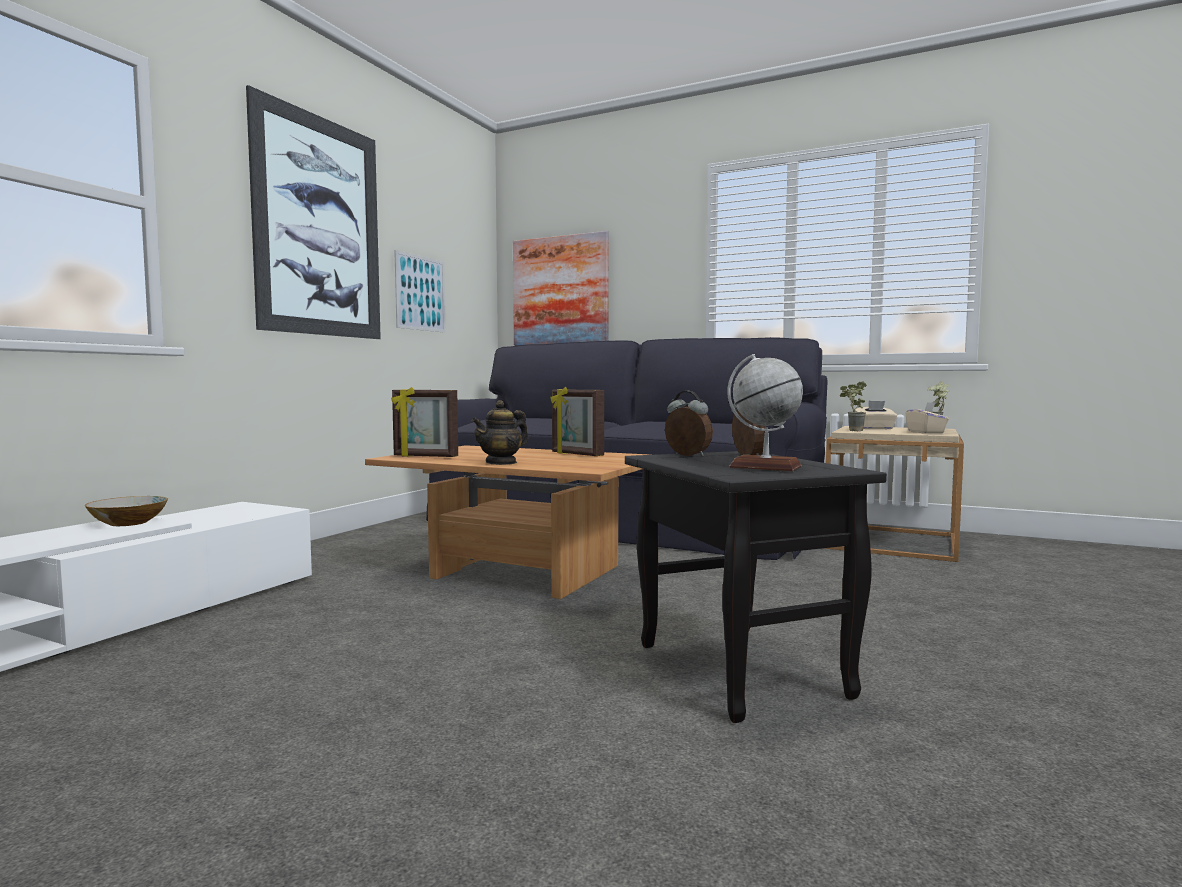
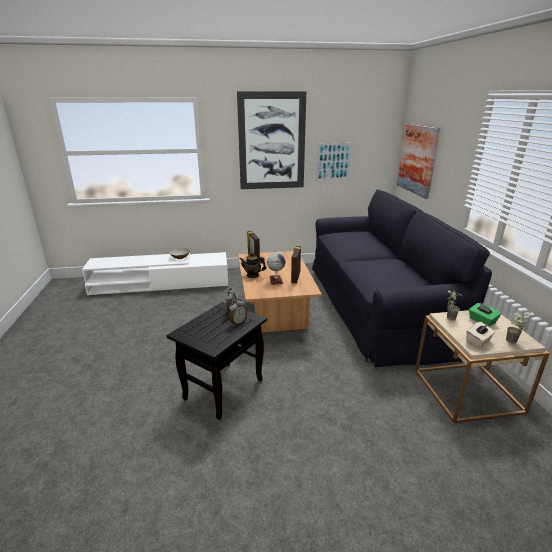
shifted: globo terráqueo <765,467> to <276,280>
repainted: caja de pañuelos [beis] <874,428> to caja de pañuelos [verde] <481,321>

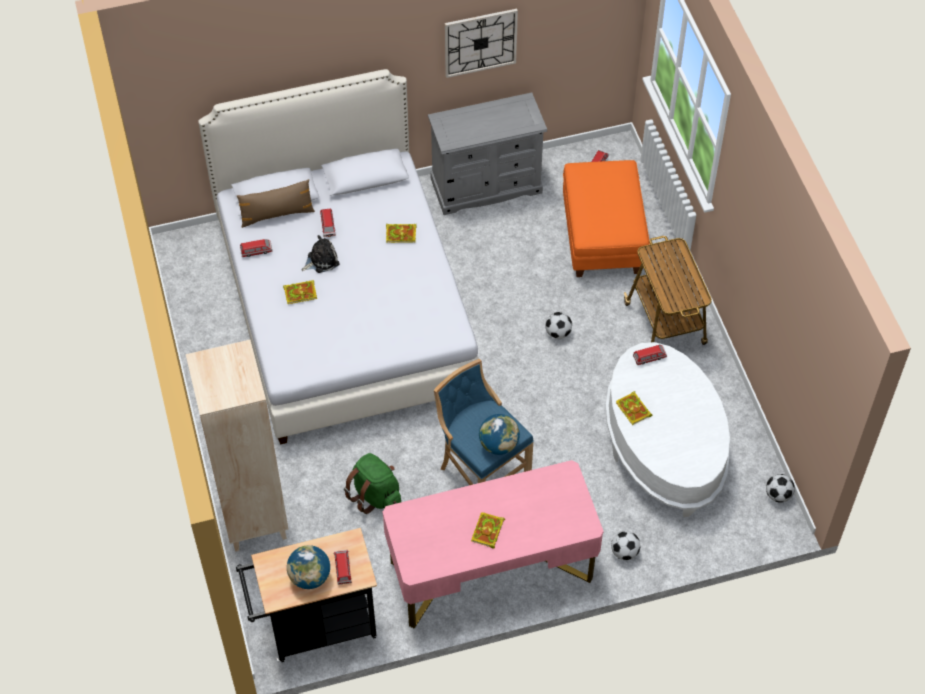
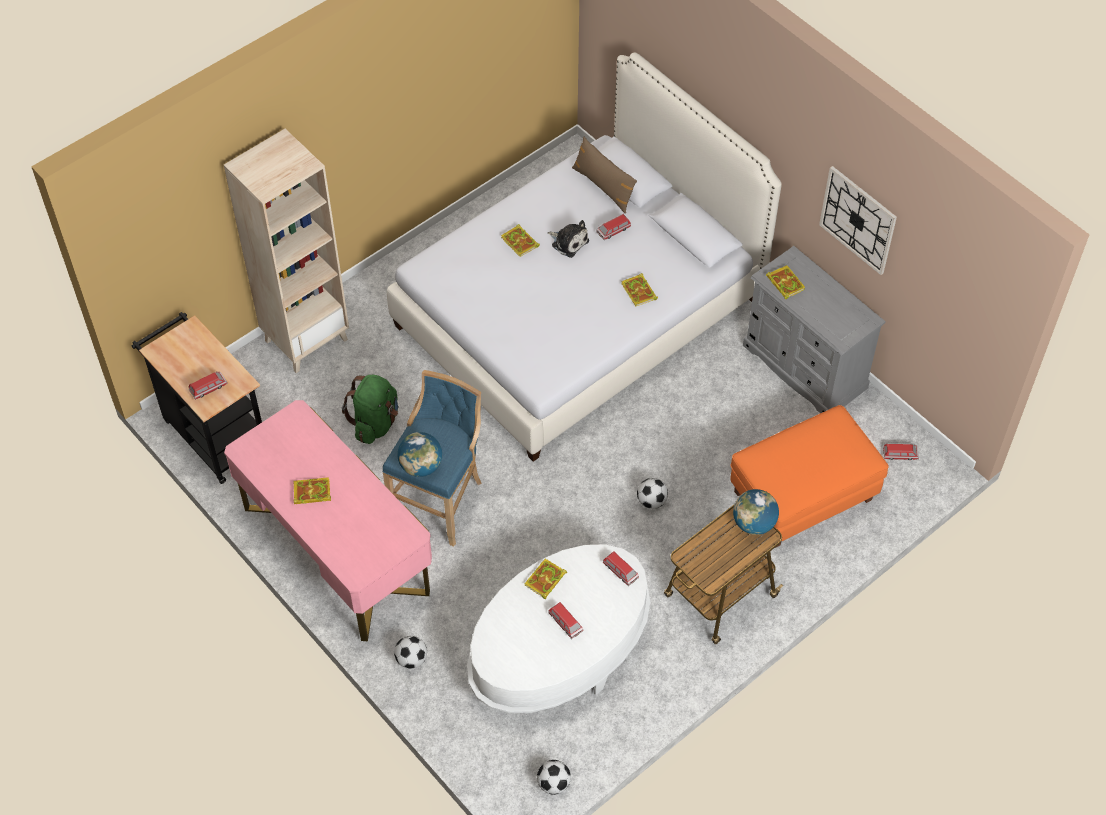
new: libro <784,283>
shifted: coche de juguete <256,251> to <565,623>; globo terráqueo <310,577> to <754,523>

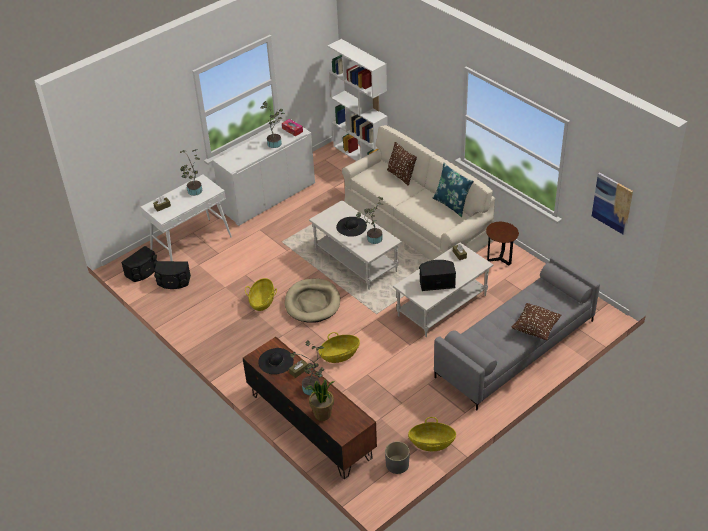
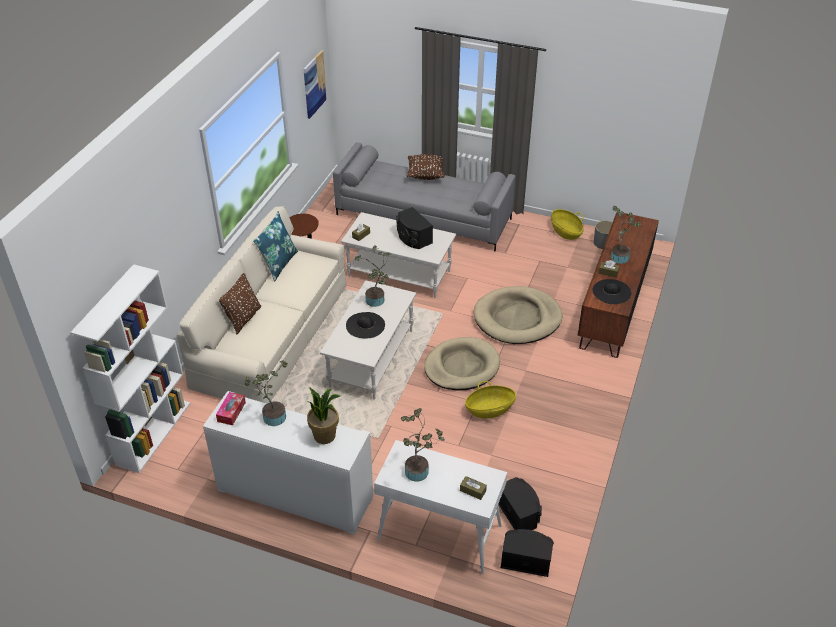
shifted: planta en maceta <322,414> to <325,435>
swapped: cesta <339,355> to cama para perro [beis] <517,318>

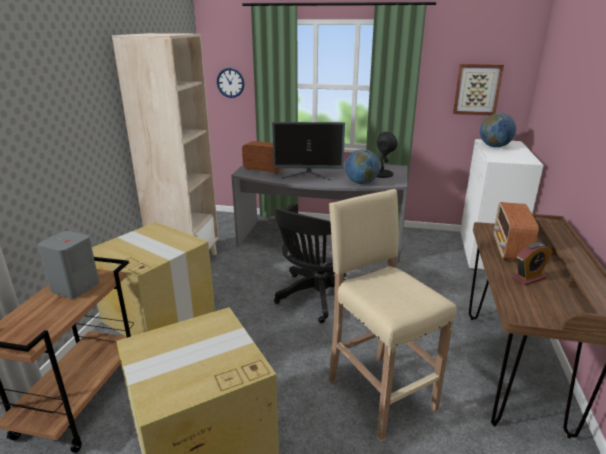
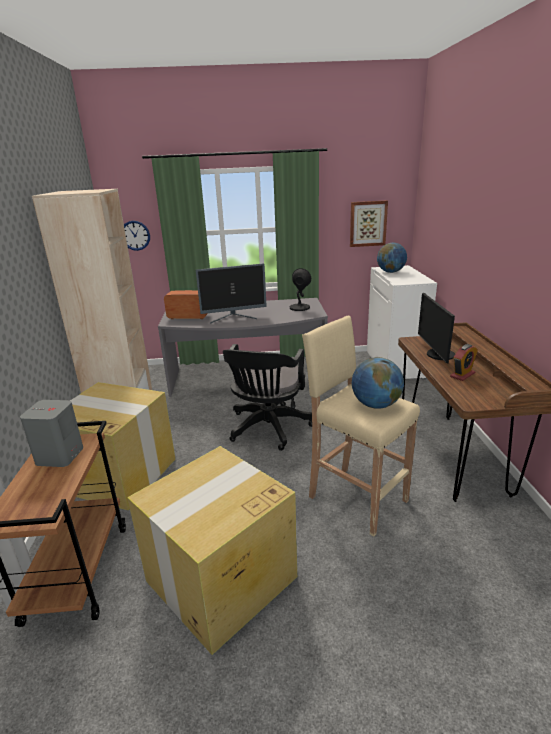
shifted: globo terráqueo <361,183> to <376,405>
swapped: radio <510,249> to monitor <437,355>

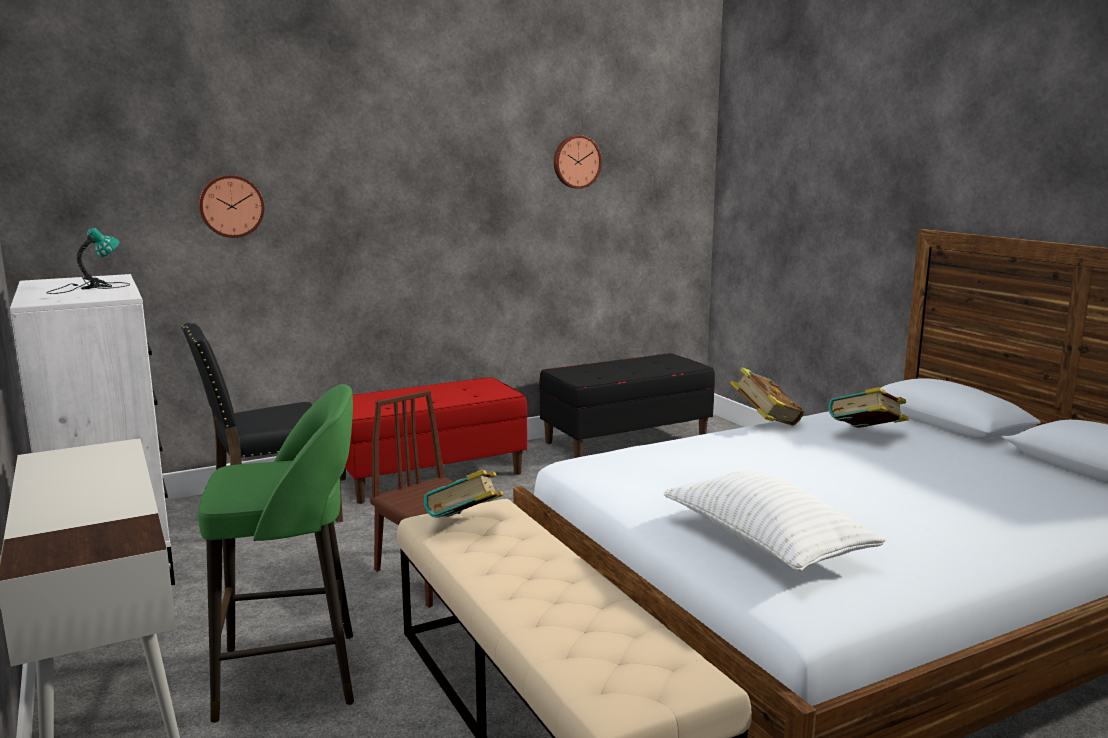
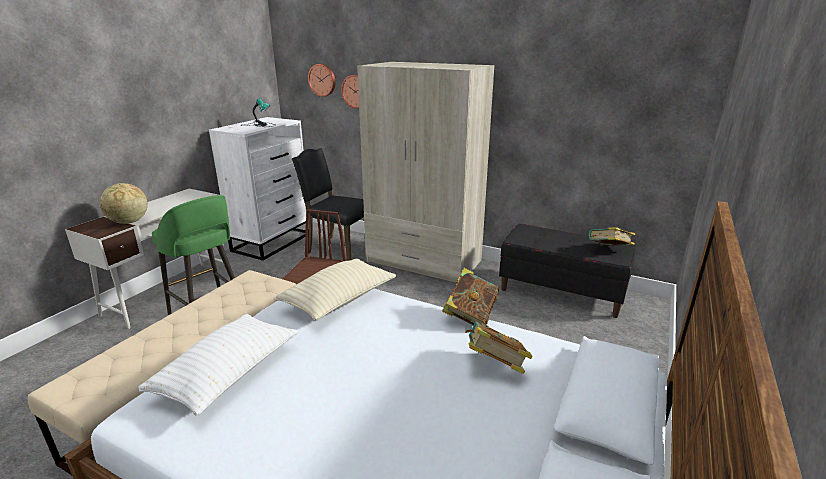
new: globo terráqueo <128,222>; cojín [beis] <339,300>
shifted: libro <465,526> to <608,250>; reloj de pared <576,162> to <322,80>
swapped: banco [rojo] <430,476> to armario ropero [beis] <424,261>

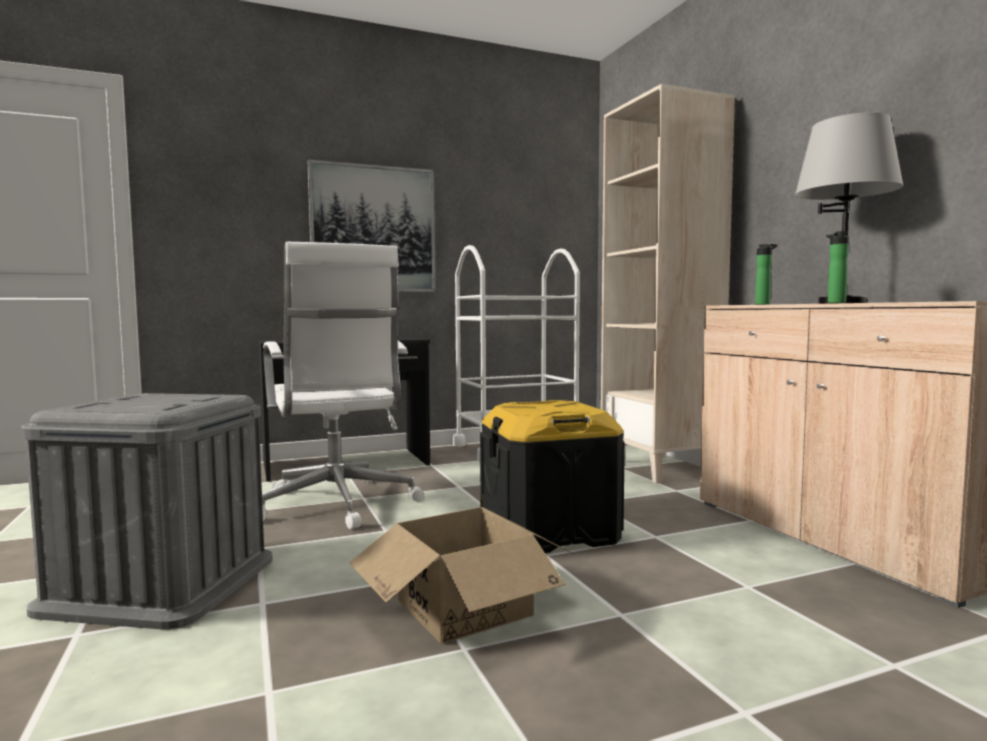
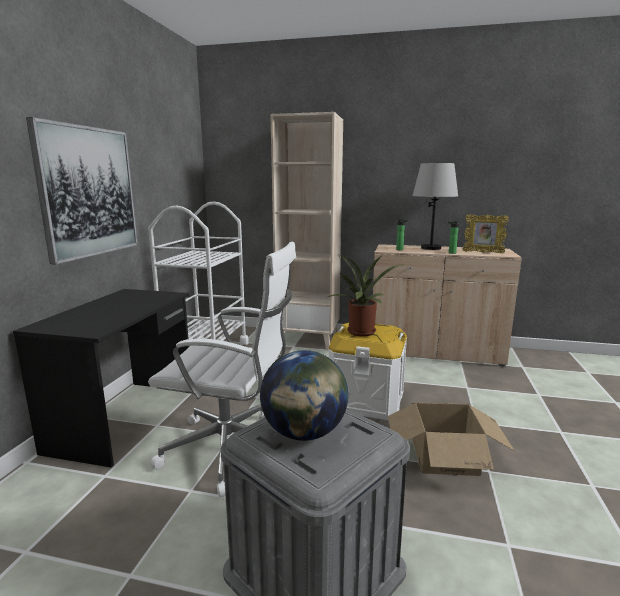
new: globo terráqueo <304,433>; planta en maceta <362,333>; portarretratos <483,252>
repainted: caja de almacenaje [negro] <549,531> to caja de almacenaje [blanco] <366,400>

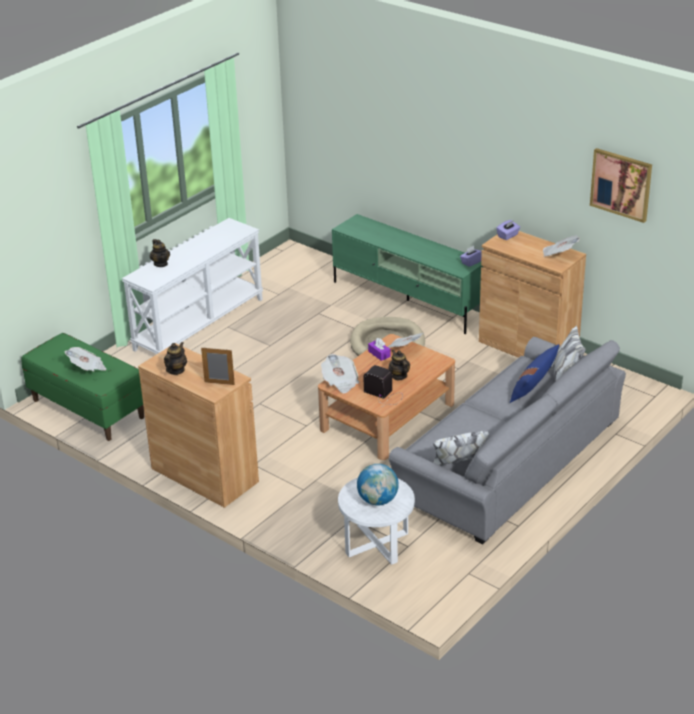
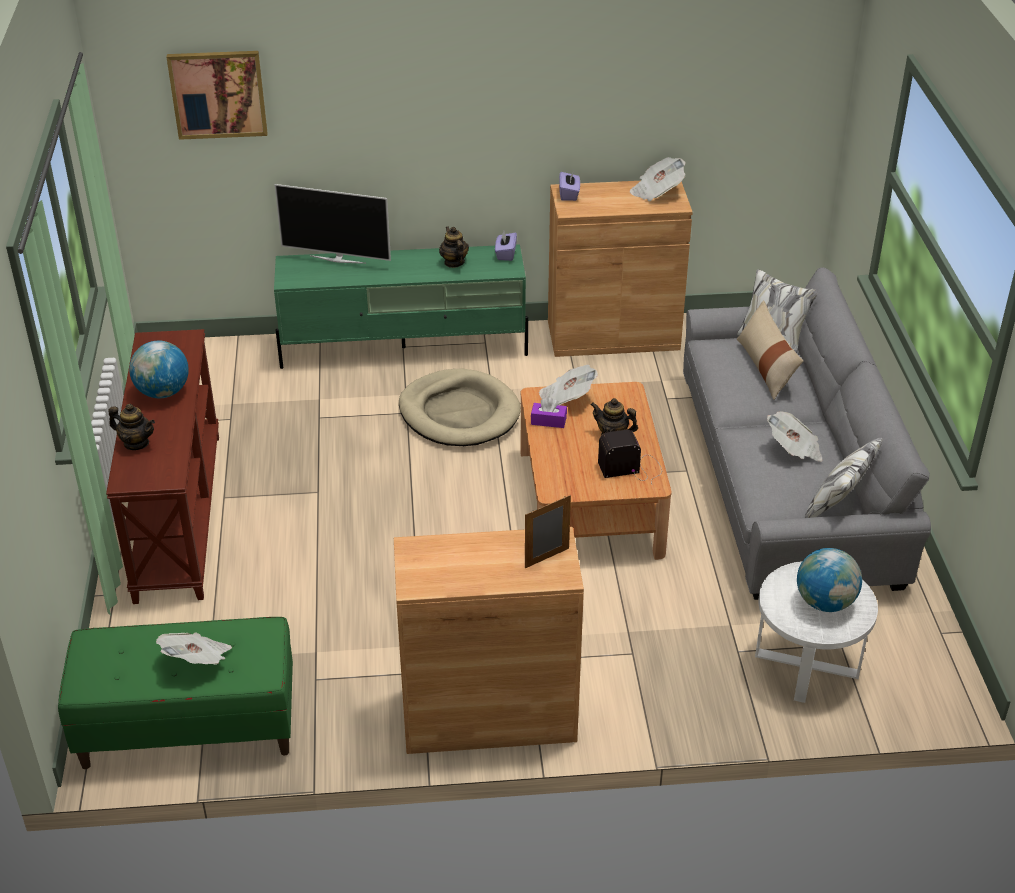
new: globo terráqueo <163,392>; televisor <338,259>
shifted: tetera <176,370> to <454,262>; periódico <340,382> to <794,450>; cuadro <621,184> to <218,94>
repainted: mesa consola [blanco] <198,324> to mesa consola [marrón] <177,515>; cojín [azul] <533,386> to cojín [beis] <766,367>

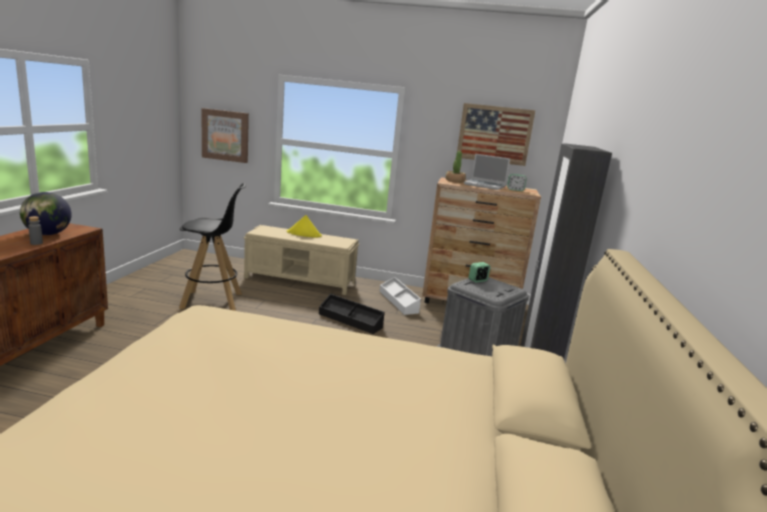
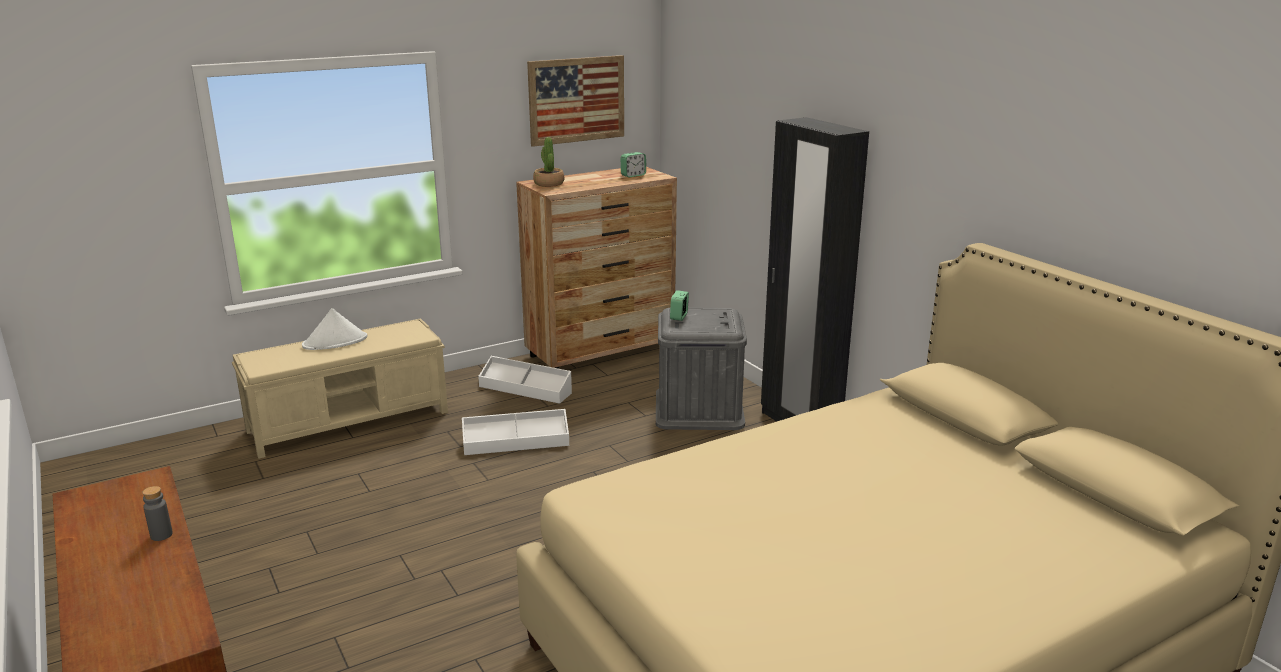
gone: globo terráqueo <48,234>; taburete [negro] <212,301>; cuadro <225,135>; portátil <485,186>
repainted: sombrero [amarillo] <304,234> to sombrero [blanco] <335,342>; caja de almacenaje [negro] <350,320> to caja de almacenaje [blanco] <516,443>

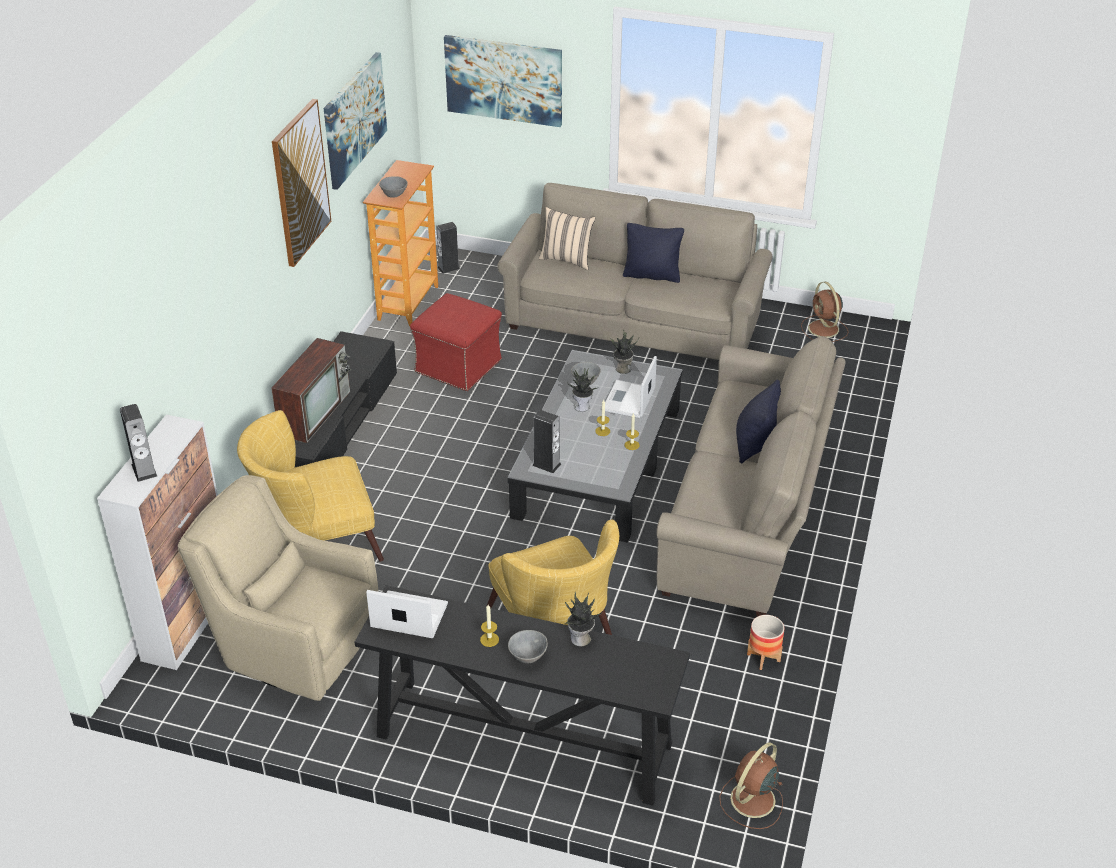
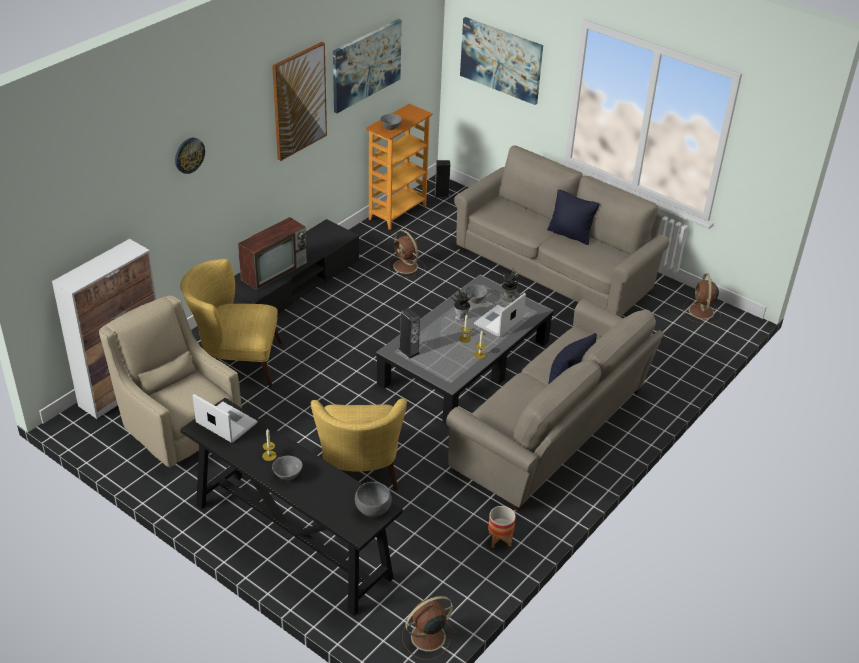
gone: altavoz <144,470>; cojín [beis] <567,259>; planta en maceta <580,639>
new: reloj de pared <189,155>; cuenco [gris] <373,508>
swapped: puf [rojo] <459,366> to ventilador [marrón] <406,267>

